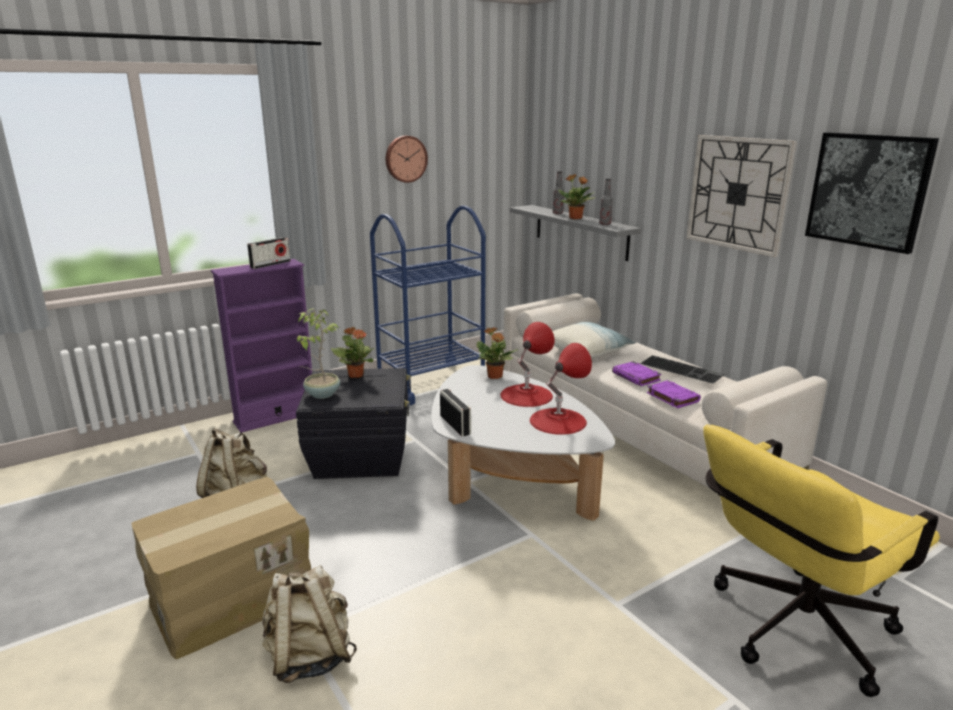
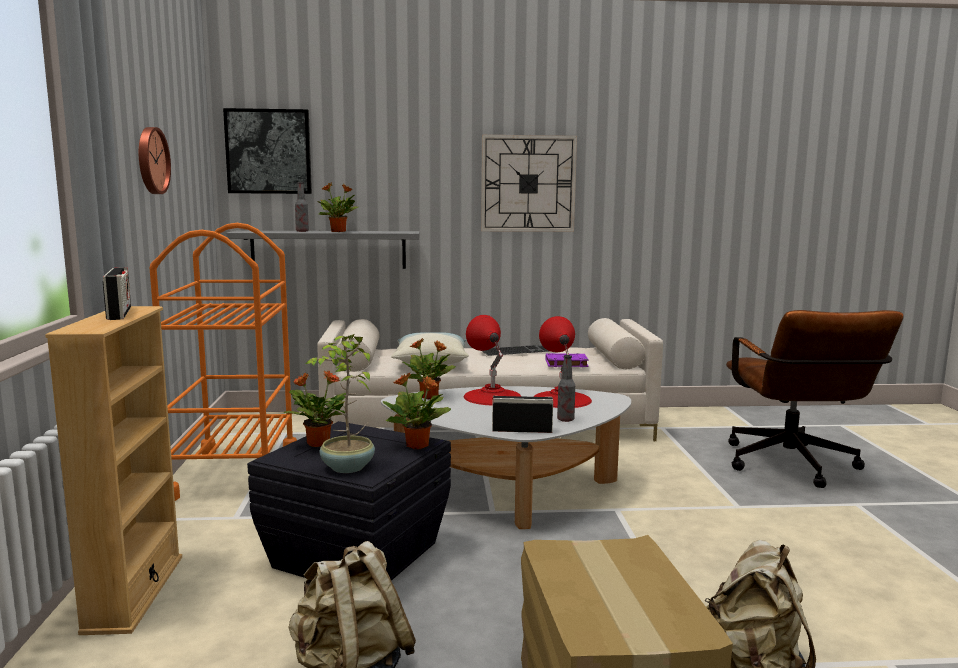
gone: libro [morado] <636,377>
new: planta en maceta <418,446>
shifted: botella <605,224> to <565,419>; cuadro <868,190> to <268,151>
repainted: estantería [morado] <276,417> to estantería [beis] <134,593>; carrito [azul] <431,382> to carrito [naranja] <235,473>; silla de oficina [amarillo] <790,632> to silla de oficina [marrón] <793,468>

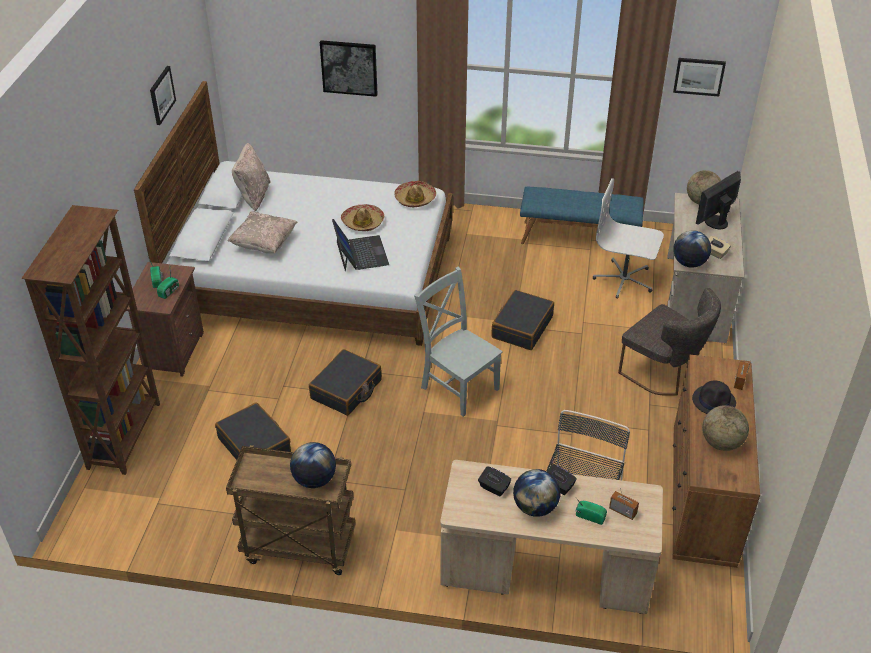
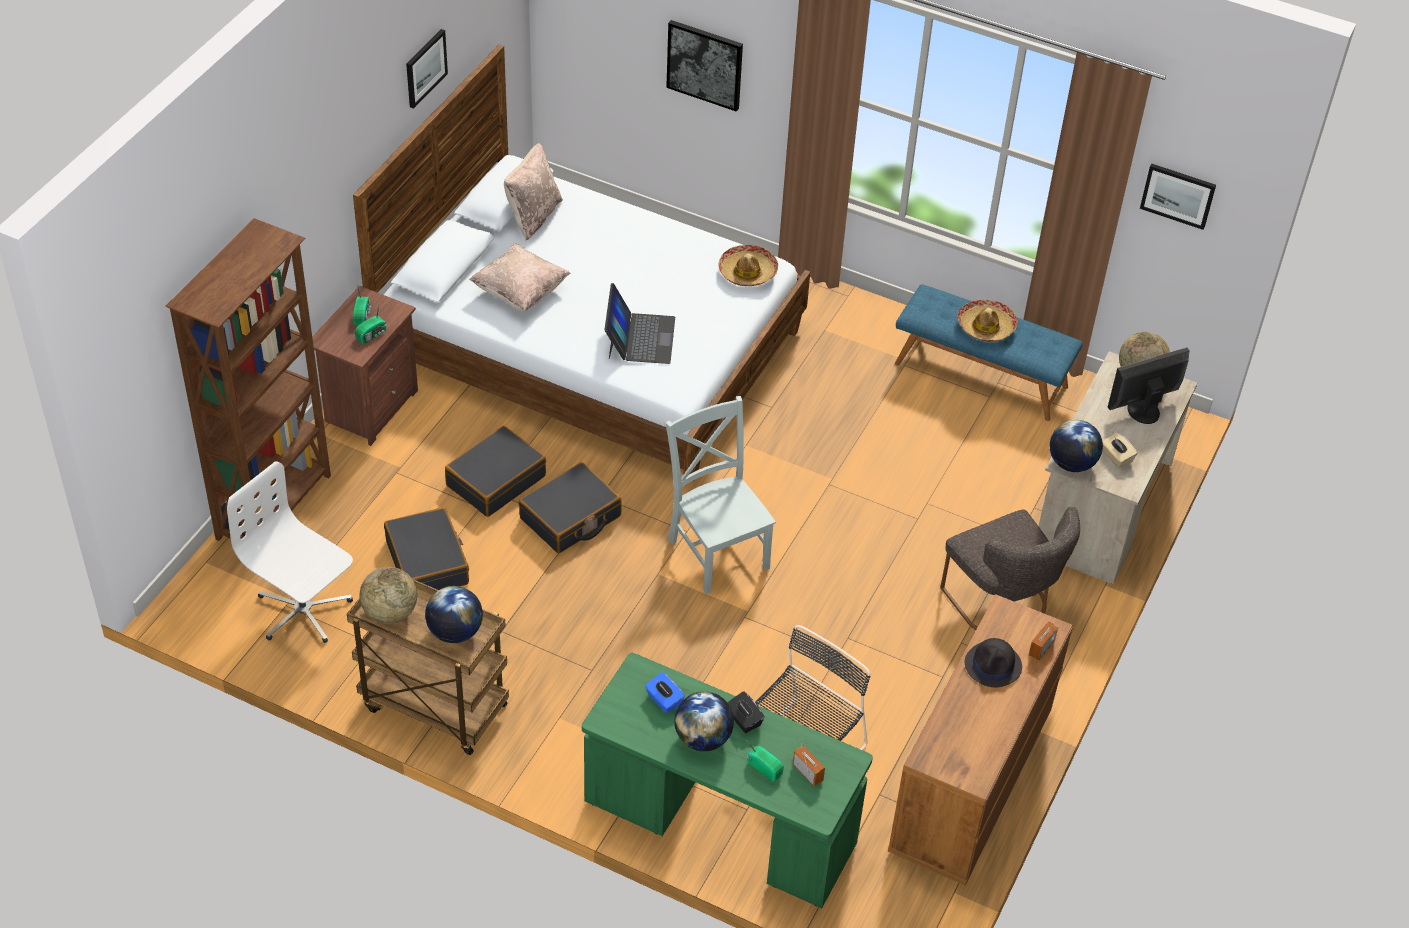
shifted: sombrero <363,222> to <986,327>; maleta [negro] <522,327> to <495,480>; silla de oficina [blanco] <624,280> to <303,611>; globo terráqueo <721,443> to <390,613>
repainted: escritorio [beis] <545,574> to escritorio [verde] <719,824>; caja de pañuelos [negro] <493,487> to caja de pañuelos [azul] <664,700>

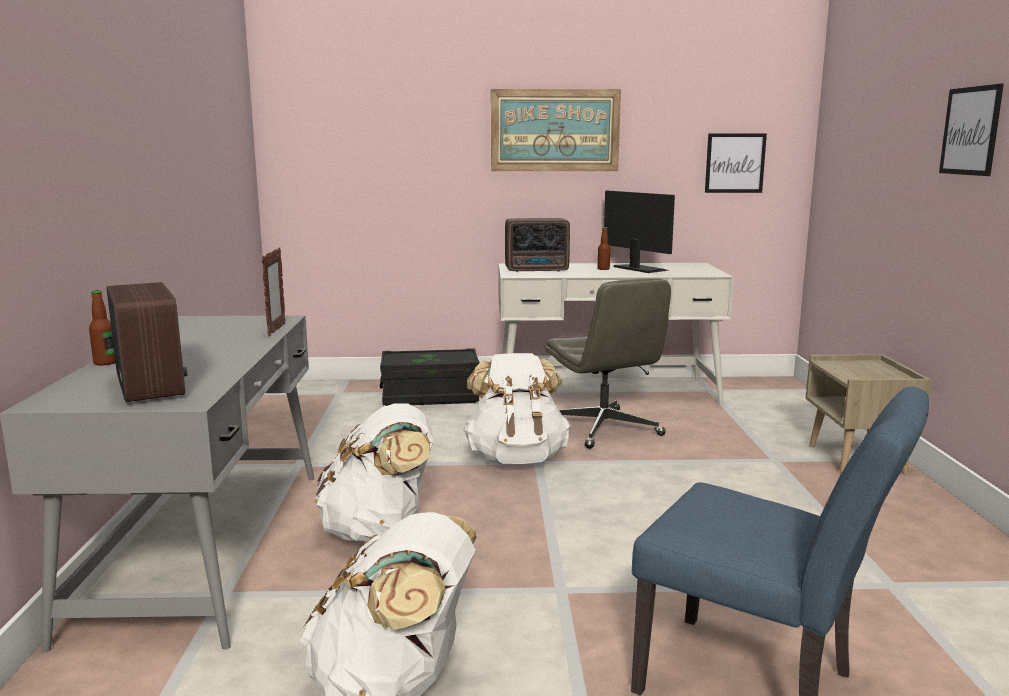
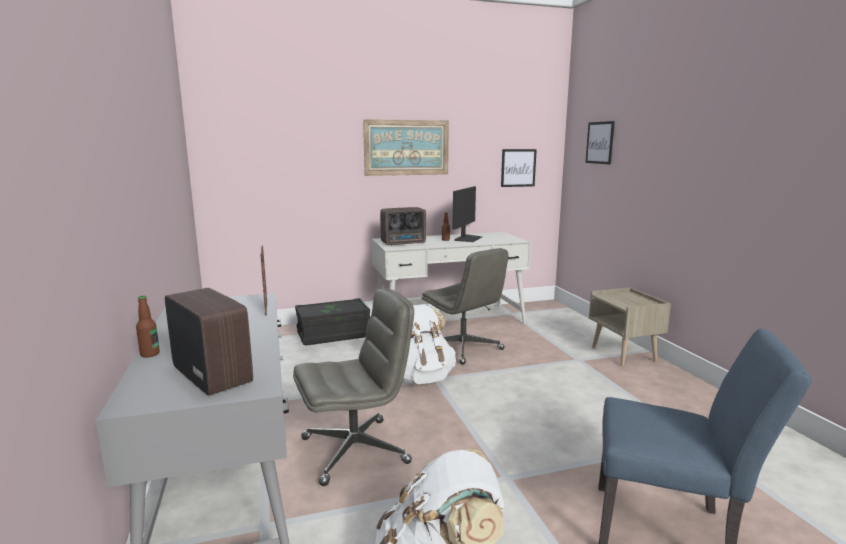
shifted: cuadro <970,131> to <600,142>
swapped: mochila [blanco] <379,531> to silla de oficina [gris] <356,450>
rotated: monitor <639,268> = <468,238> 75 degrees clockwise

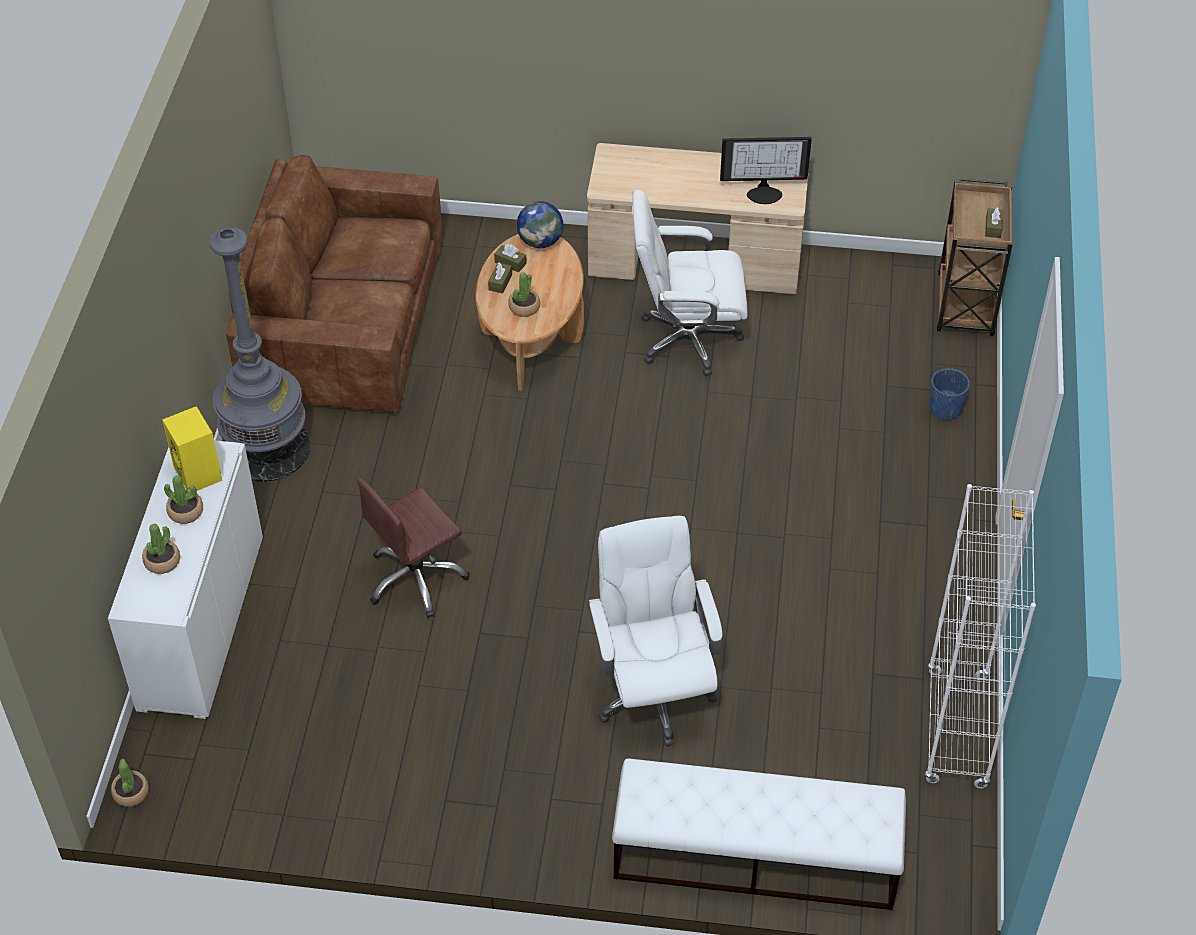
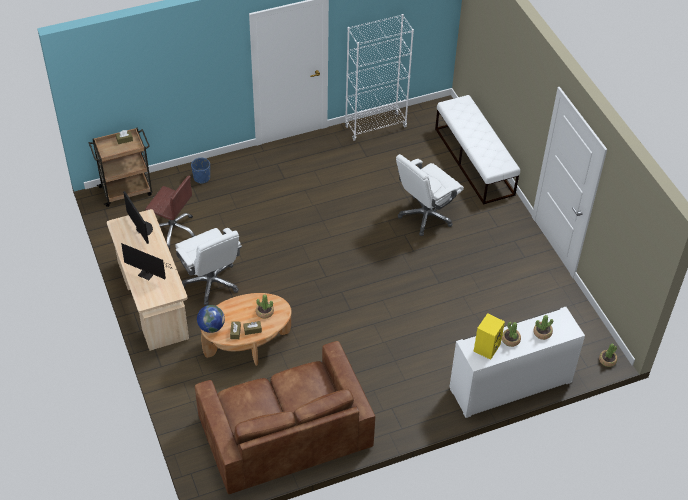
gone: lámpara de pie [gris] <266,448>
new: monitor <148,275>
shifted: silla de oficina [marrón] <416,579> to <173,230>

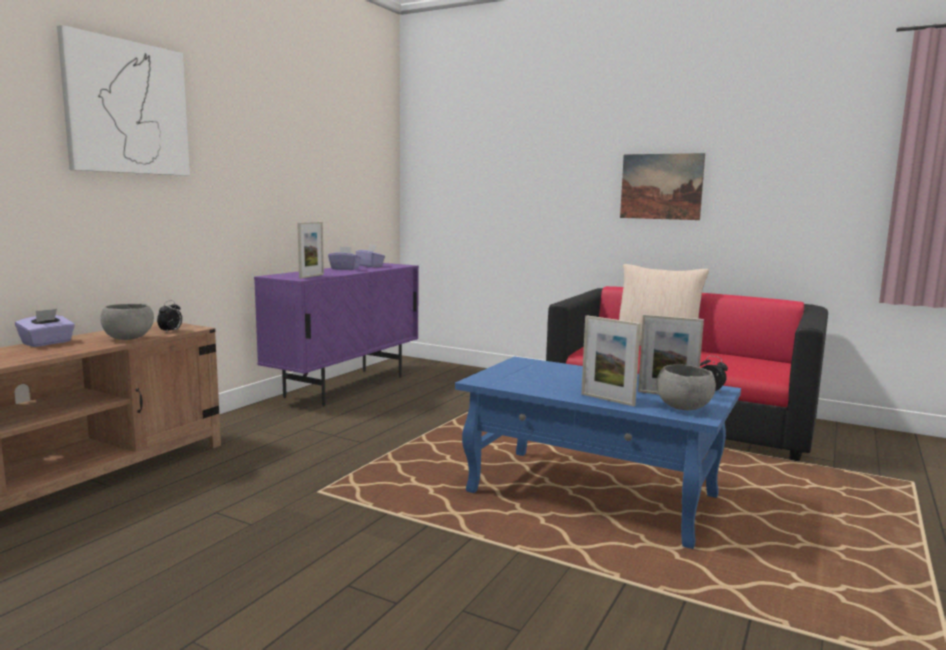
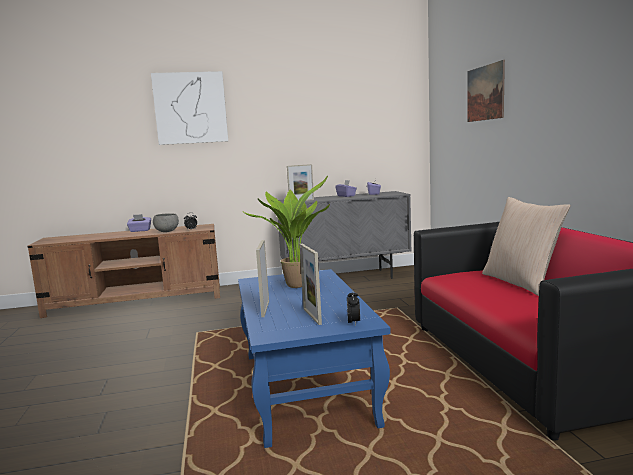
gone: cuenco [gris] <684,408>
new: planta en maceta <296,285>
shifted: cuadro <661,186> to <485,93>
repainted: armario [morado] <346,386> to armario [gris] <346,278>

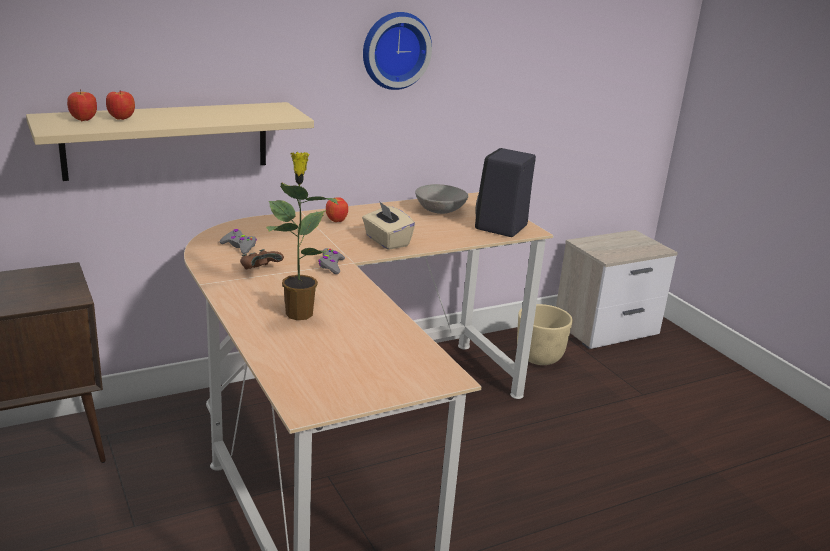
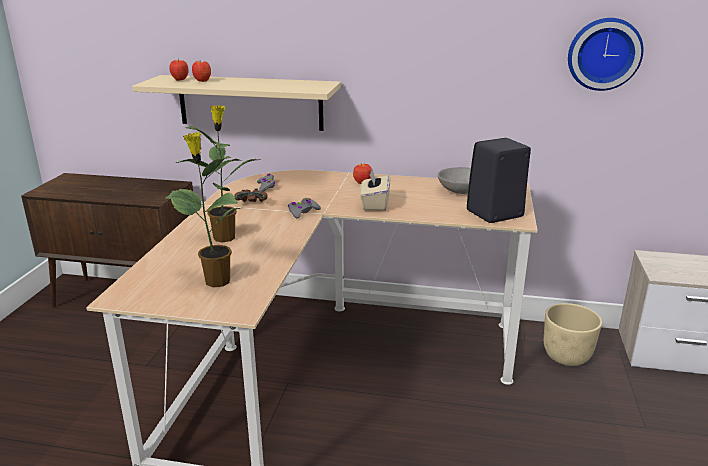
new: planta en maceta <215,281>
shifted: reloj de pared <394,50> to <603,54>

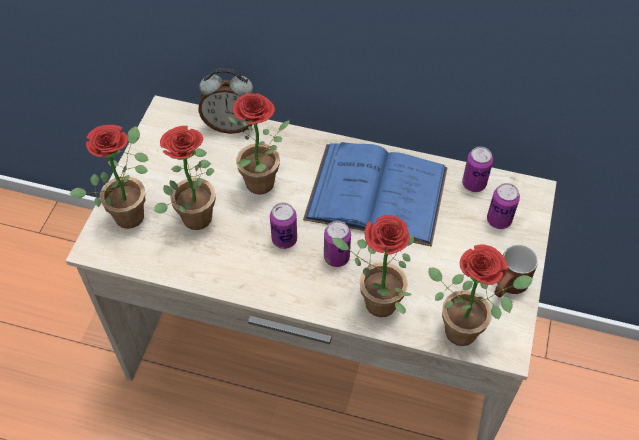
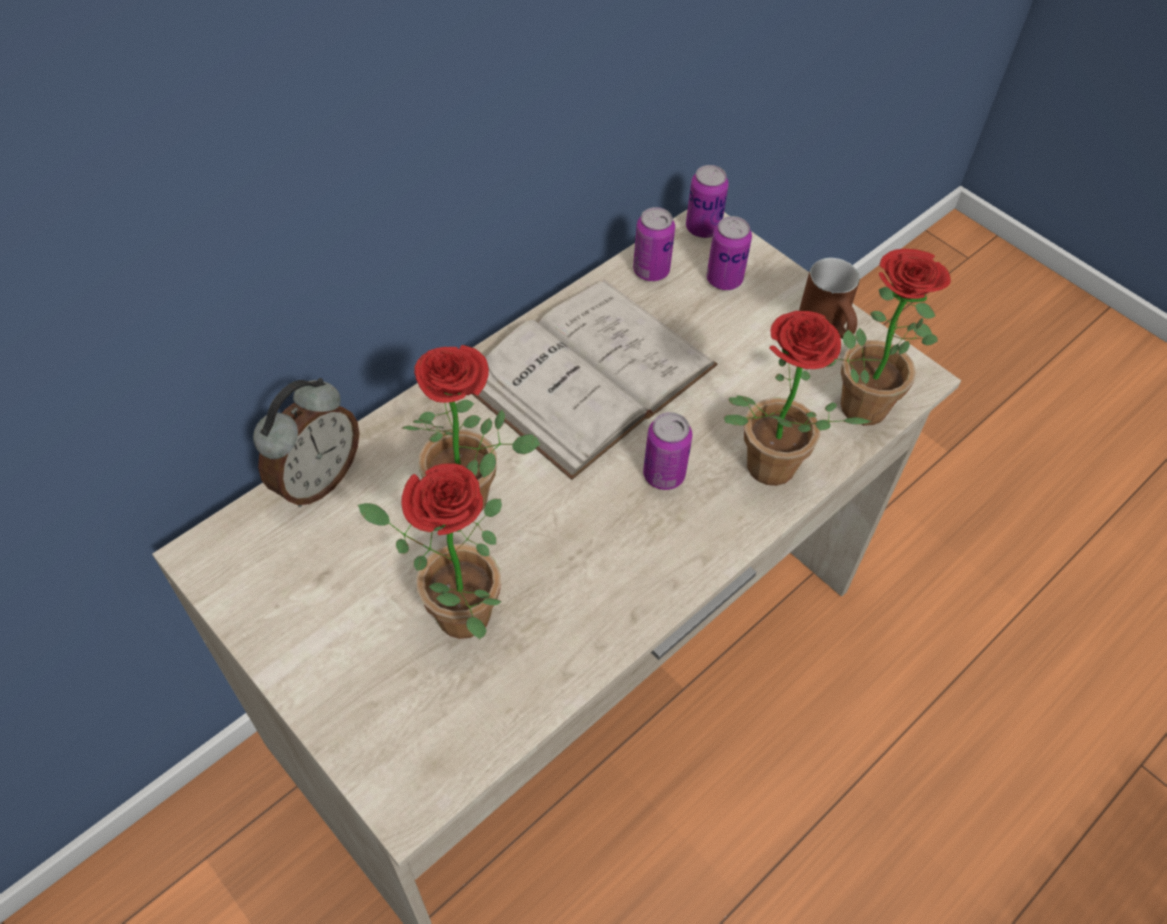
gone: planta en maceta <130,211>
shifted: lata <284,239> to <703,228>
repainted: libro [azul] <376,193> to libro [blanco] <589,374>

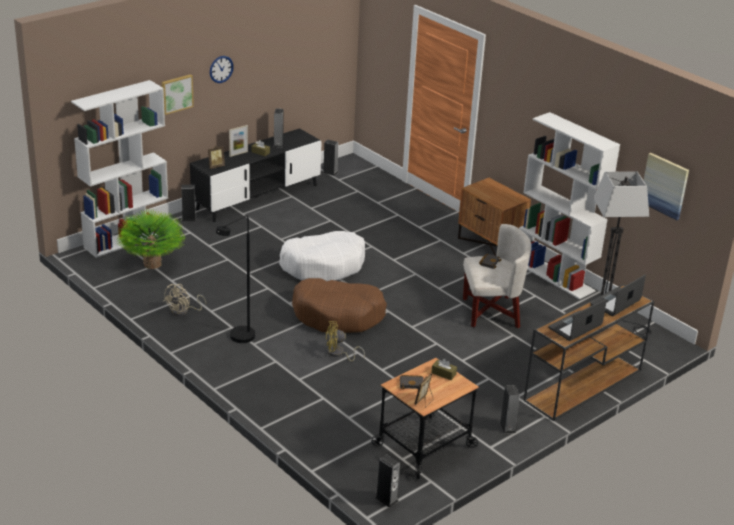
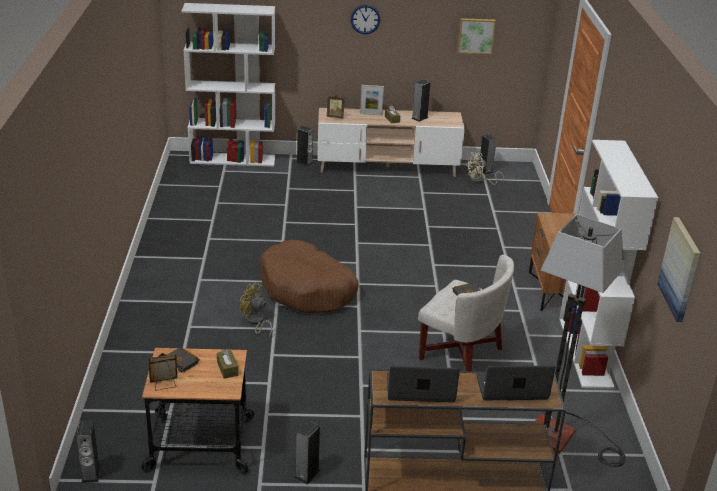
gone: planta en maceta <152,264>; lámpara de pie [negro] <238,339>; cama para perro [blanco] <323,265>
shifted: cuadro <176,93> to <476,35>; ventilador [beis] <183,311> to <480,181>
repainted: mueble de televisión [negro] <257,197> to mueble de televisión [beis] <387,167>

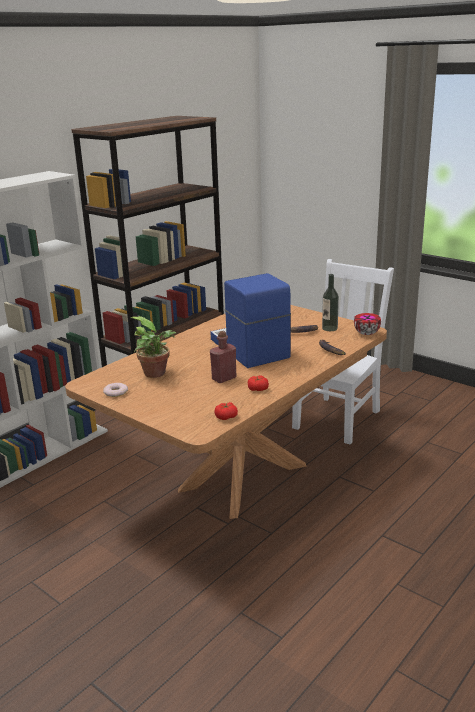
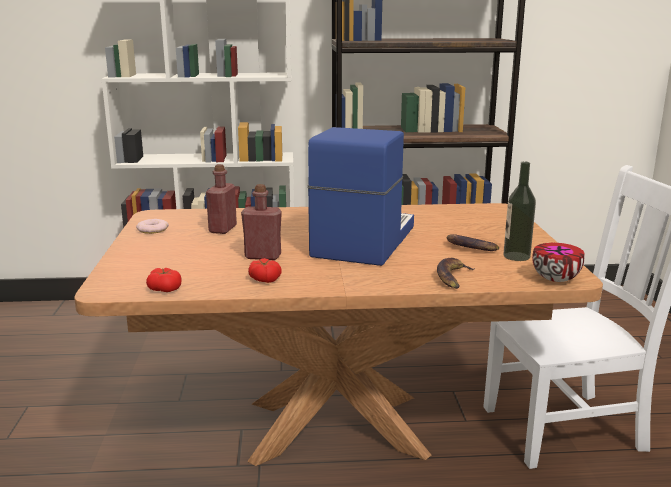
swapped: planta en maceta <157,373> to botella [rojo] <223,229>

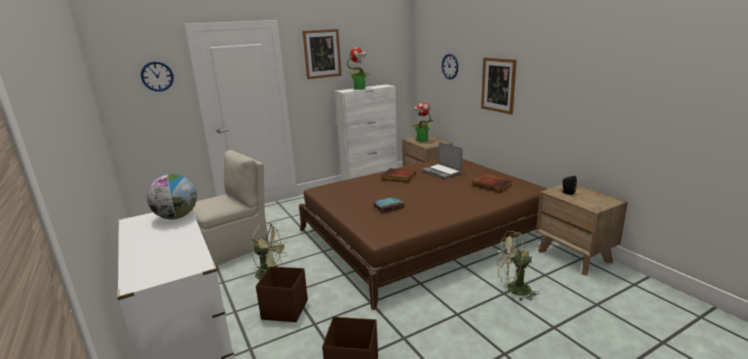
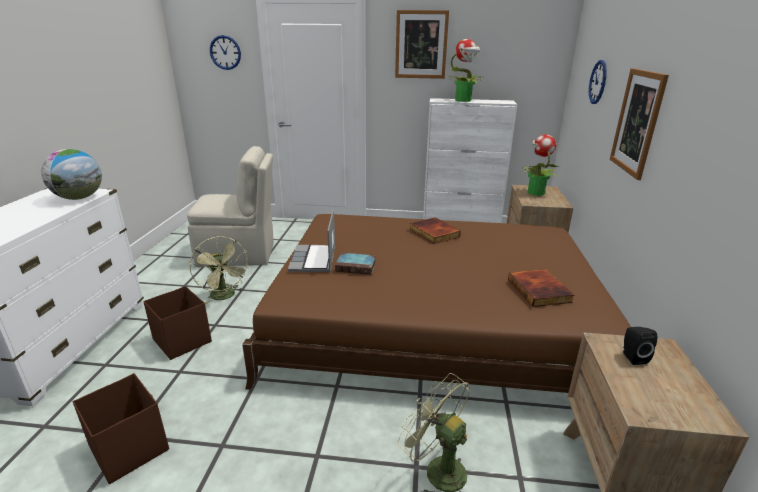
shifted: portátil <442,172> to <314,260>

